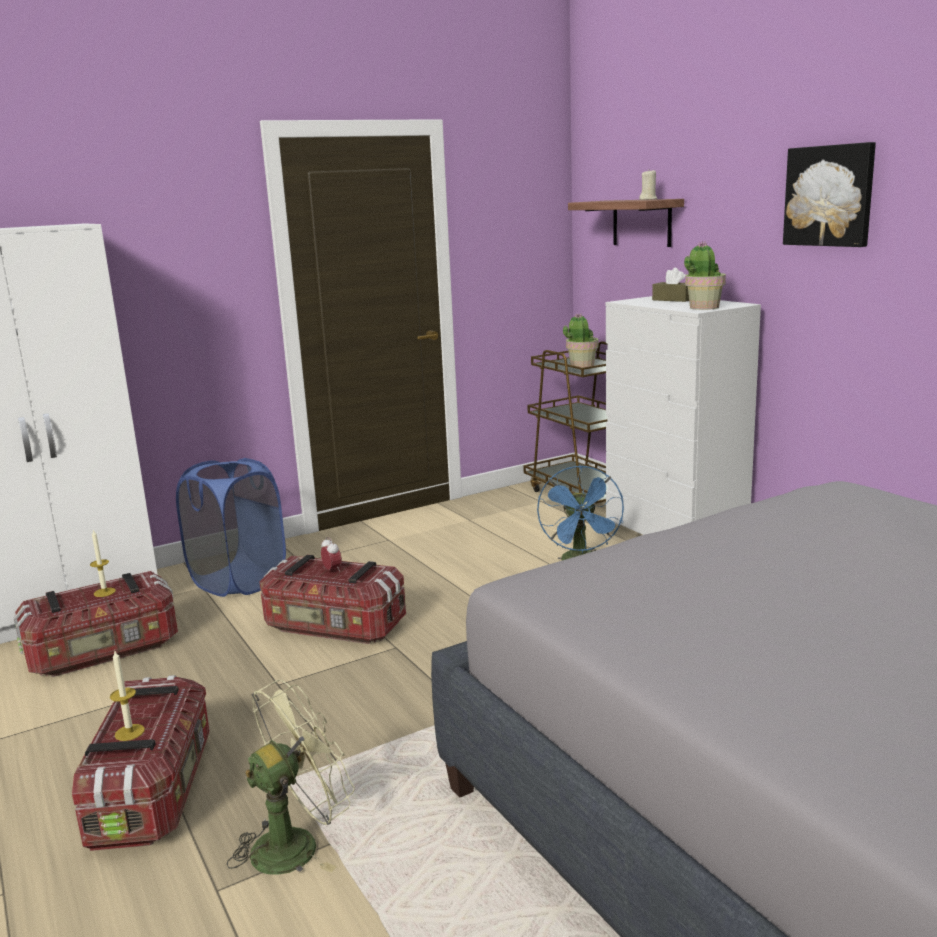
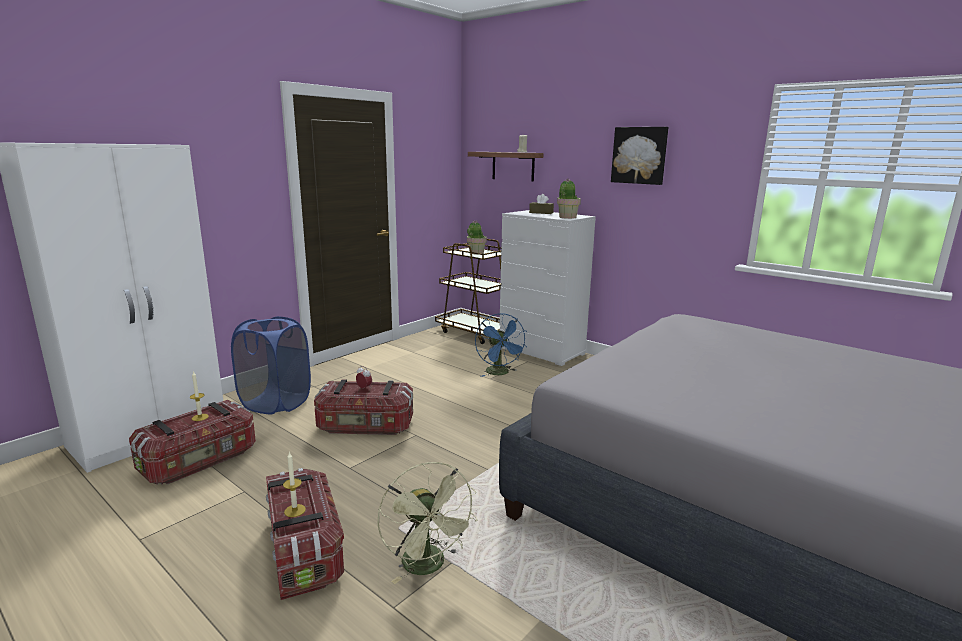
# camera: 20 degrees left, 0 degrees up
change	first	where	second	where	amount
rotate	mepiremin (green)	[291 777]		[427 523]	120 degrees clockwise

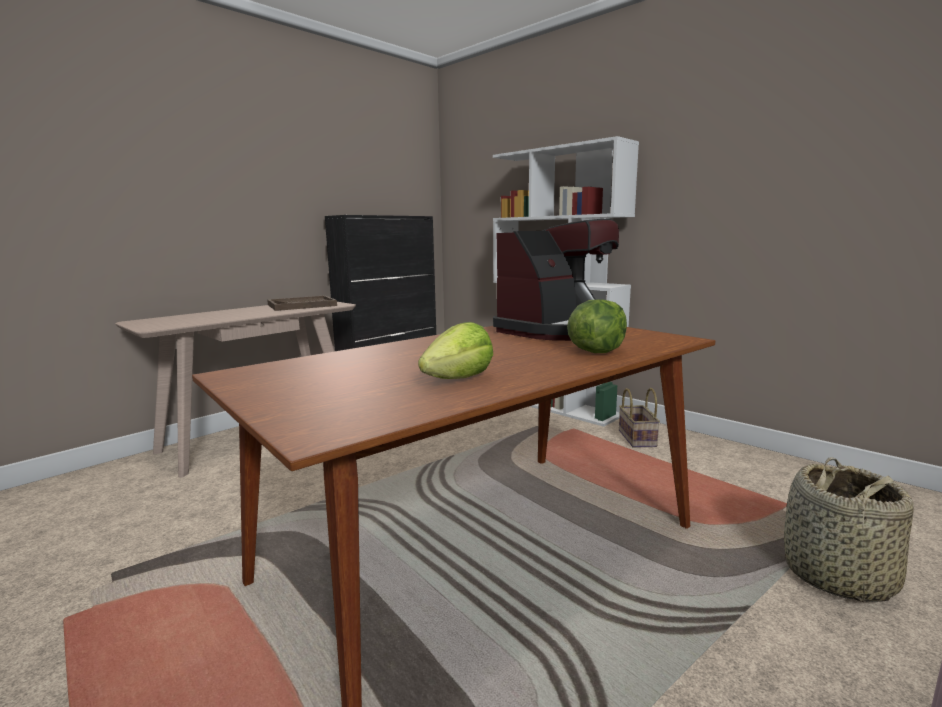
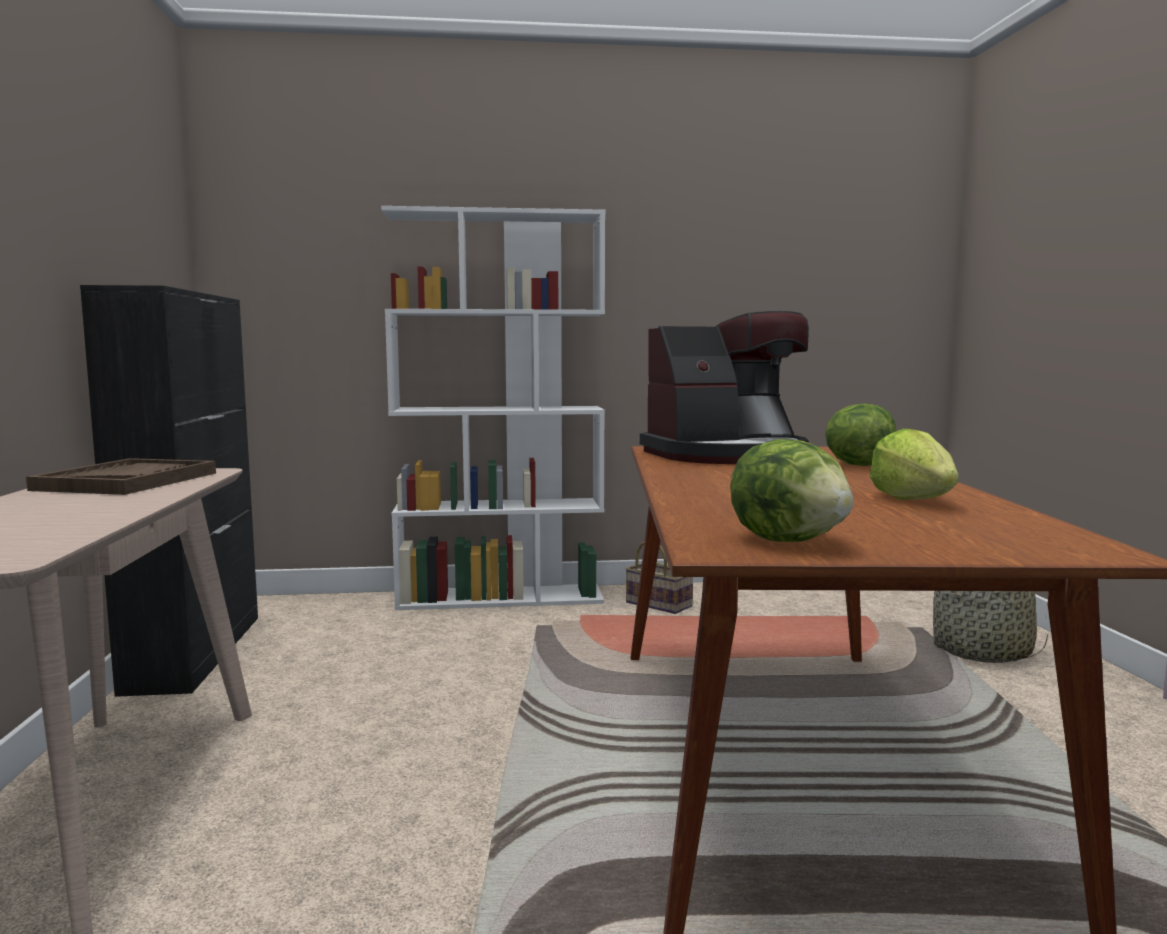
# camera: 50 degrees left, 5 degrees down
change	first	where	second	where	amount
rotate	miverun	[556 280]		[724 387]	75 degrees clockwise
insert			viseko	[791 490]	

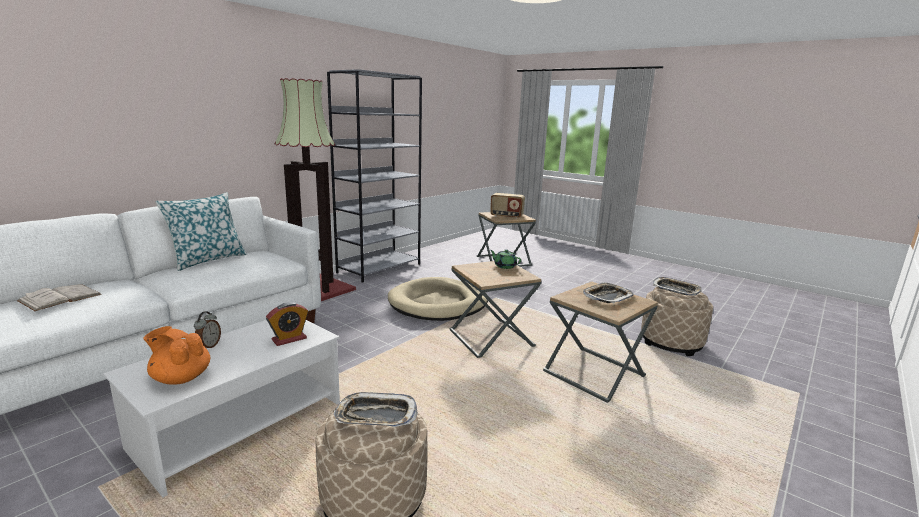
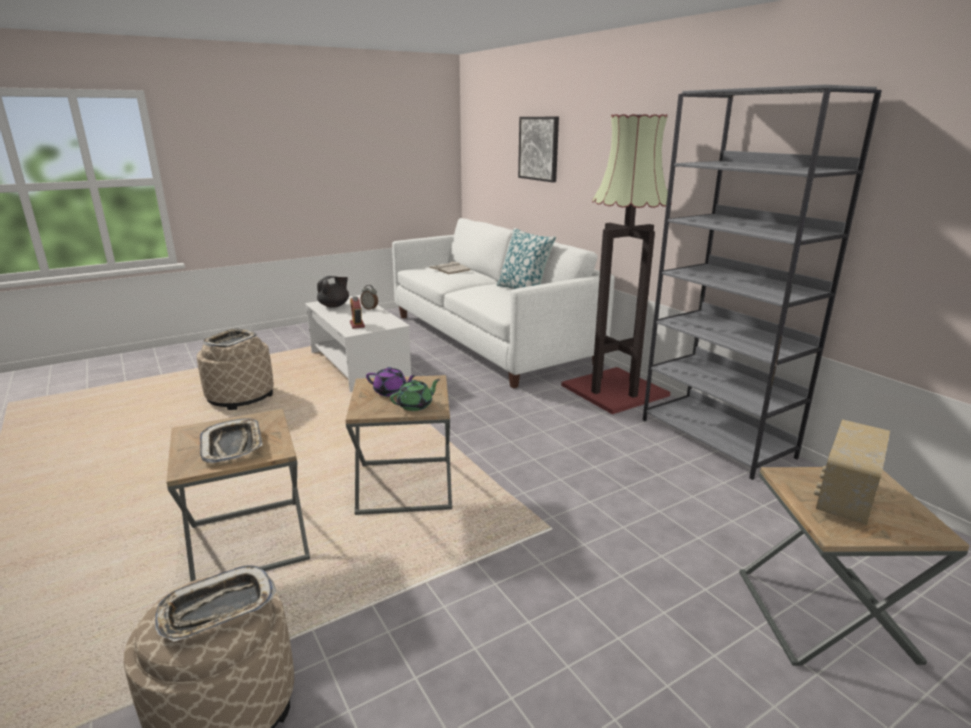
# camera: 110 degrees right, 5 degrees up
change	first	where	second	where	amount
delete	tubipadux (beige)	[438 299]			
recolor	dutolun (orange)	[176 355]	dutolun (black)	[333 292]	
insert			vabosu	[538 149]	
insert			dutolun (purple)	[391 381]	

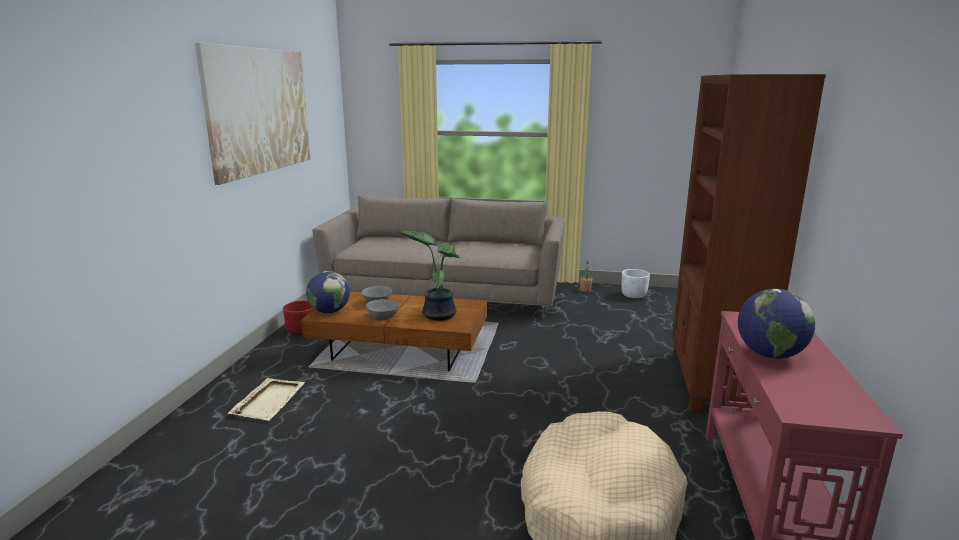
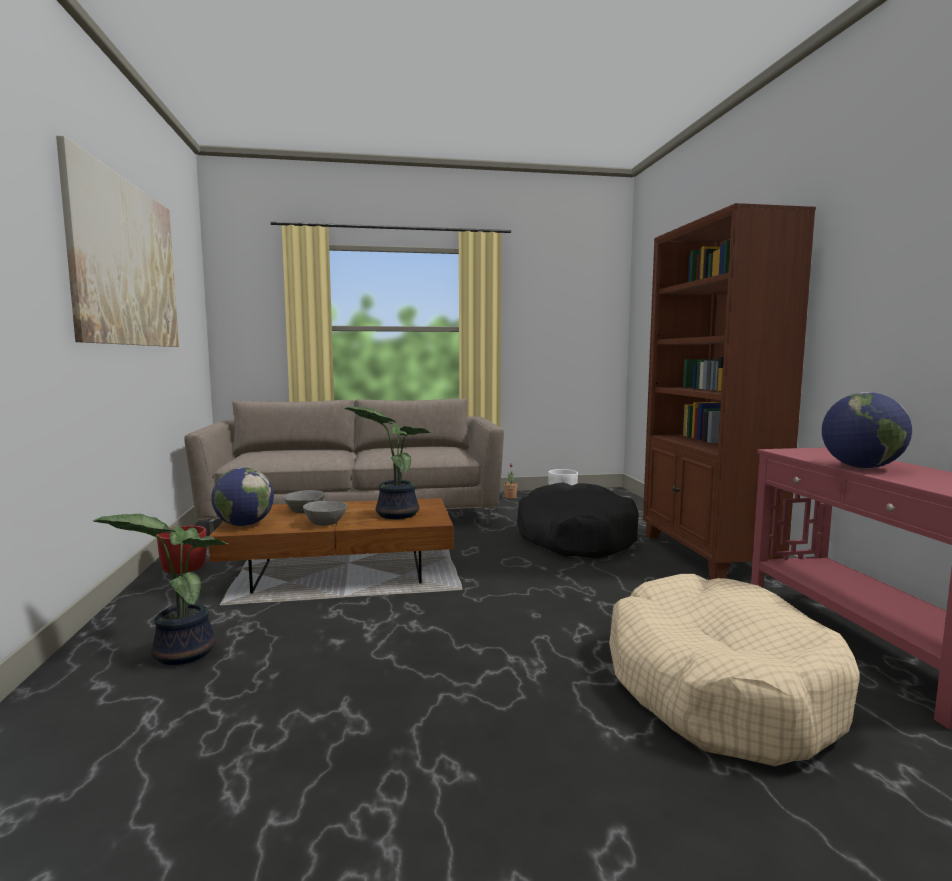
# camera: 20 degrees left, 10 degrees down
change	first	where	second	where	amount
replace	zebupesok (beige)	[266 399]	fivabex	[160 589]	
insert			tubipadux (black)	[578 520]	

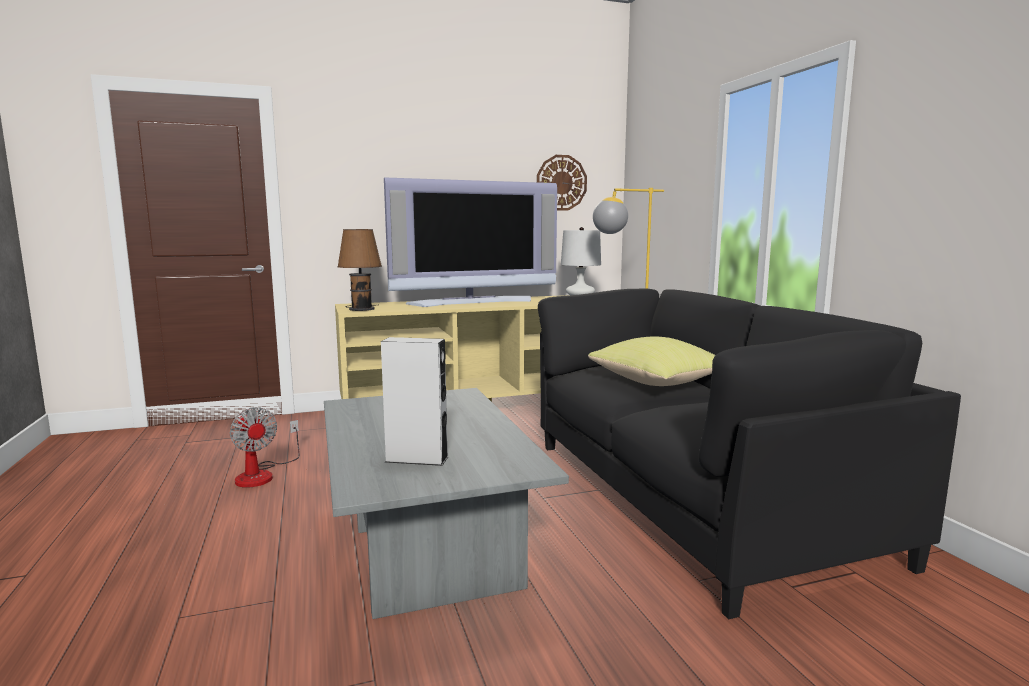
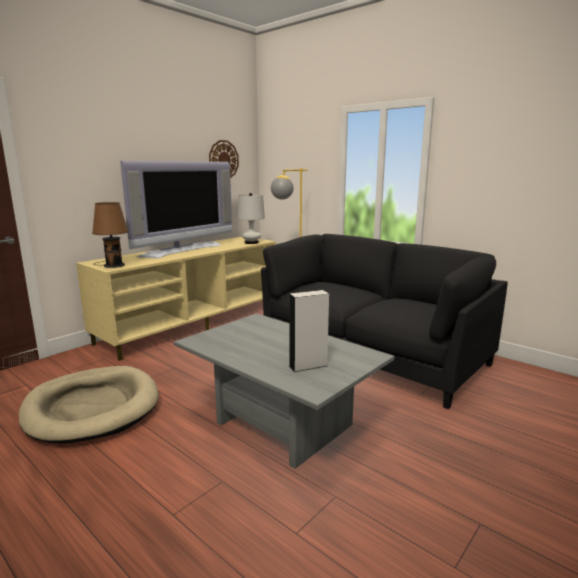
# camera: 30 degrees left, 5 degrees up
change	first	where	second	where	amount
delete	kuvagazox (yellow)	[651 361]			
replace	mepiremin	[265 447]	tubipadux (beige)	[89 405]	

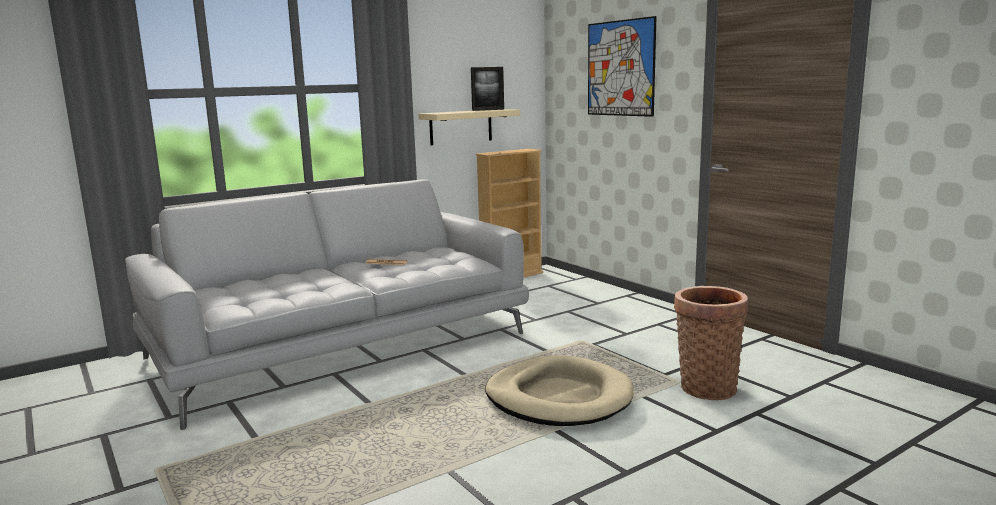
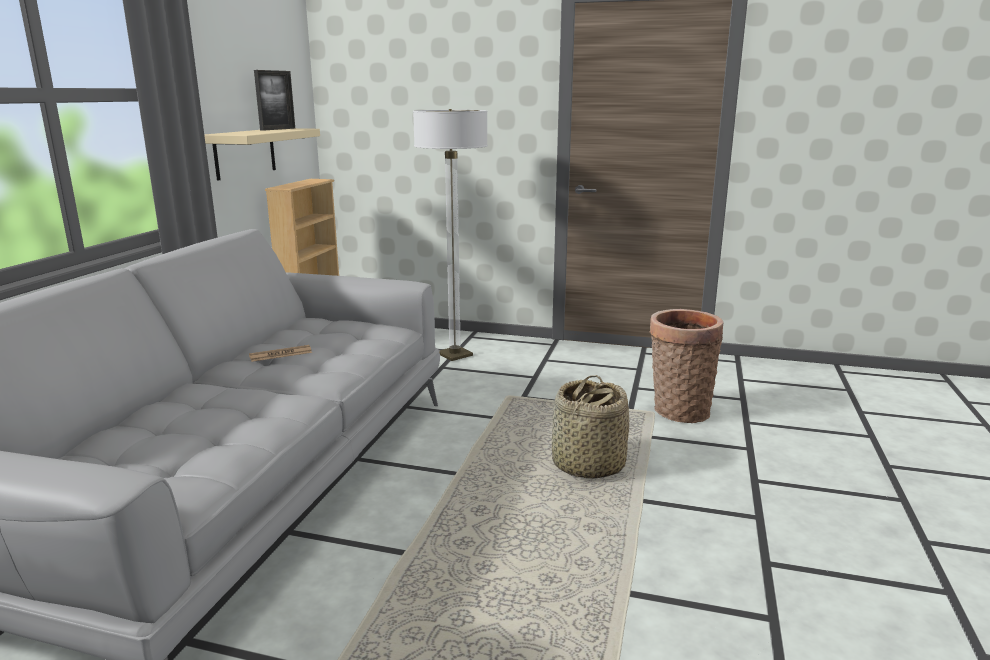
# camera: 40 degrees left, 5 degrees up
change	first	where	second	where	amount
delete	vabosu	[622 66]			
replace	tubipadux (beige)	[559 391]	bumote	[590 427]	
insert			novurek	[450 235]	

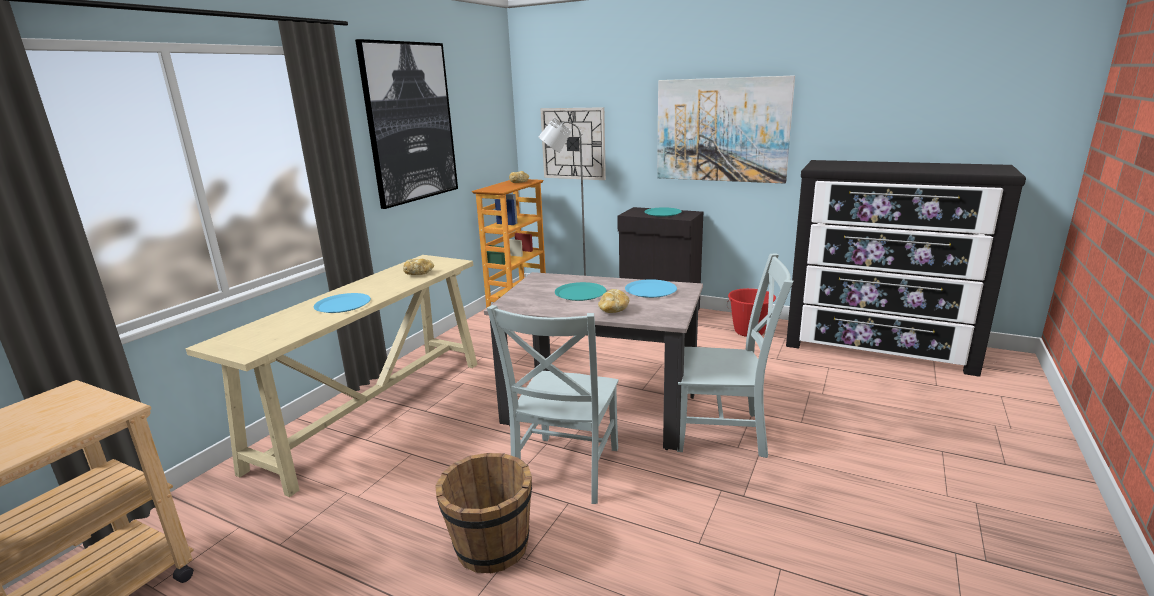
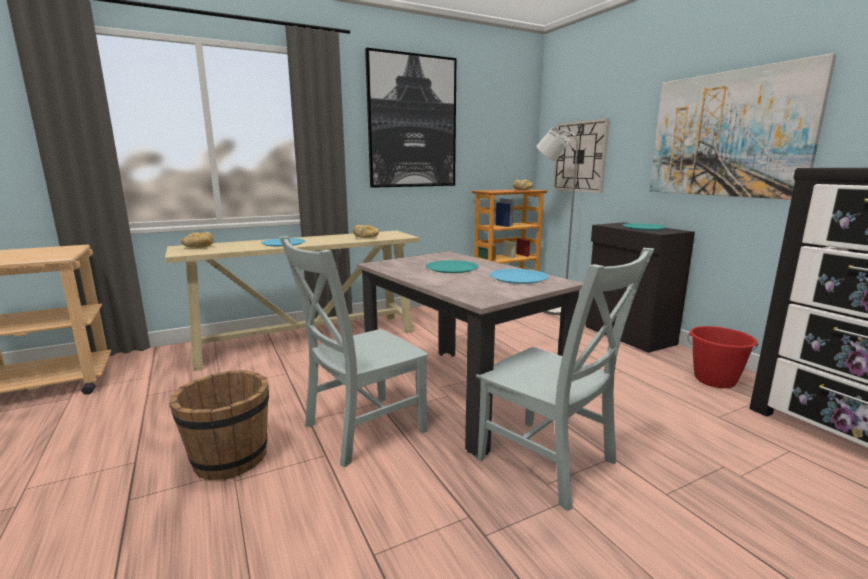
# camera: 35 degrees right, 5 degrees down
change	first	where	second	where	amount
move	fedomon	[613 301]		[197 240]	

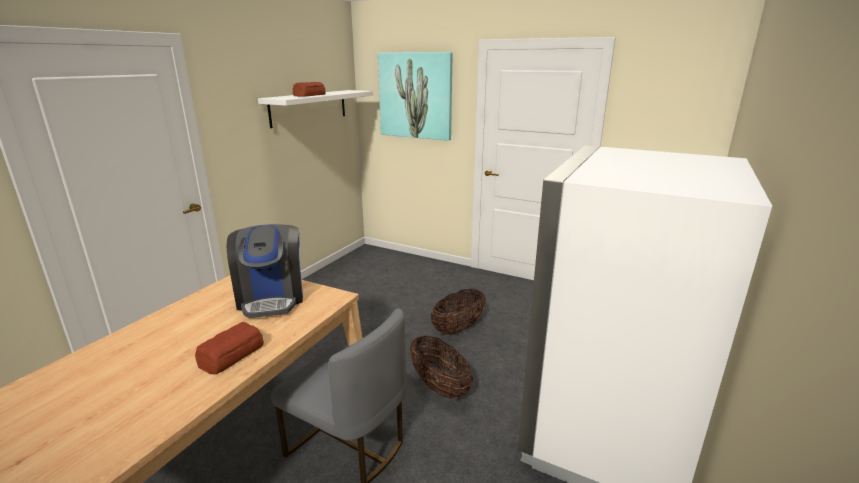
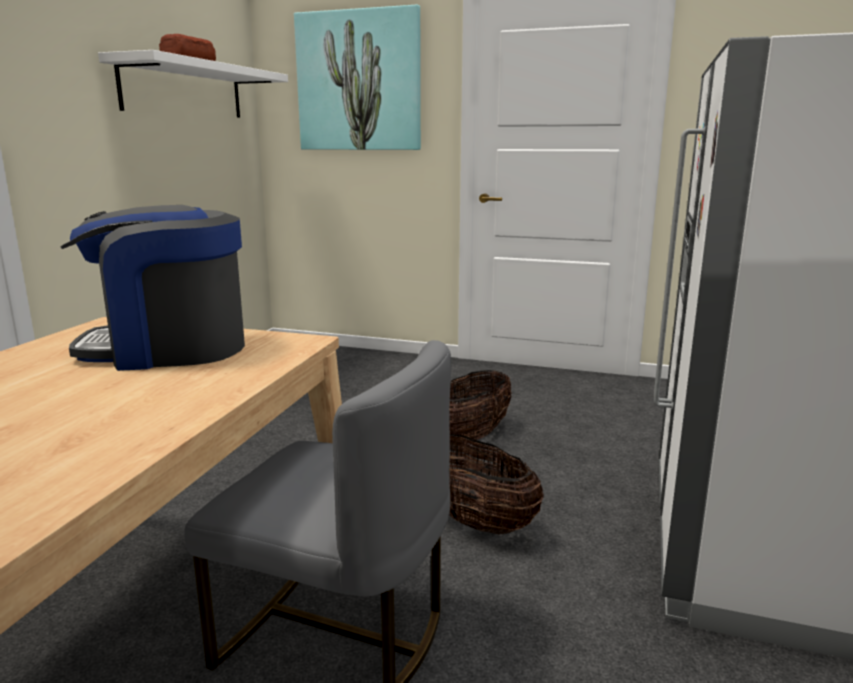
# camera: 10 degrees left, 5 degrees down
change	first	where	second	where	amount
rotate	miverun	[265 271]		[153 288]	105 degrees clockwise
delete	fedomon	[229 348]			

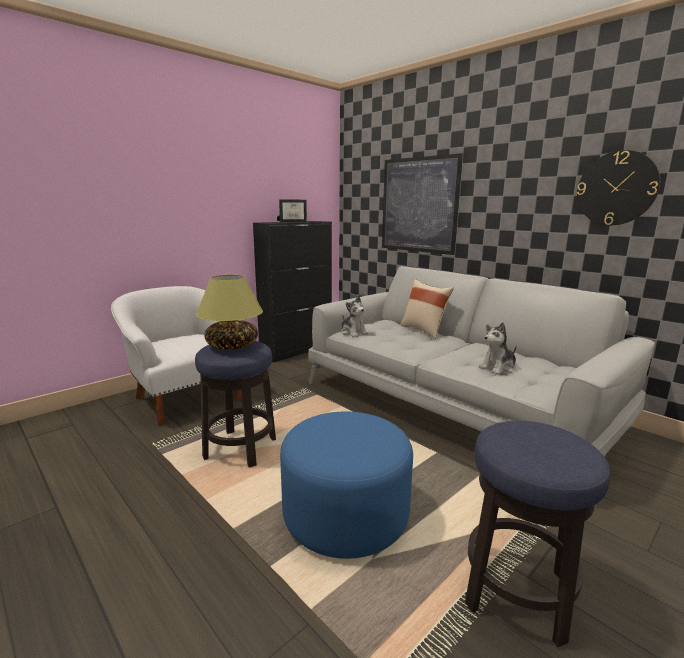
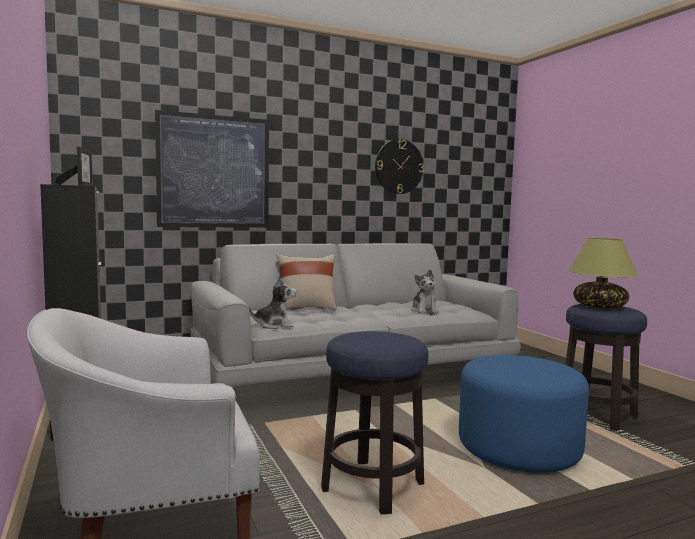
# camera: 70 degrees left, 10 degrees down
change	first	where	second	where	amount
move	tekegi	[229 312]		[603 273]	

